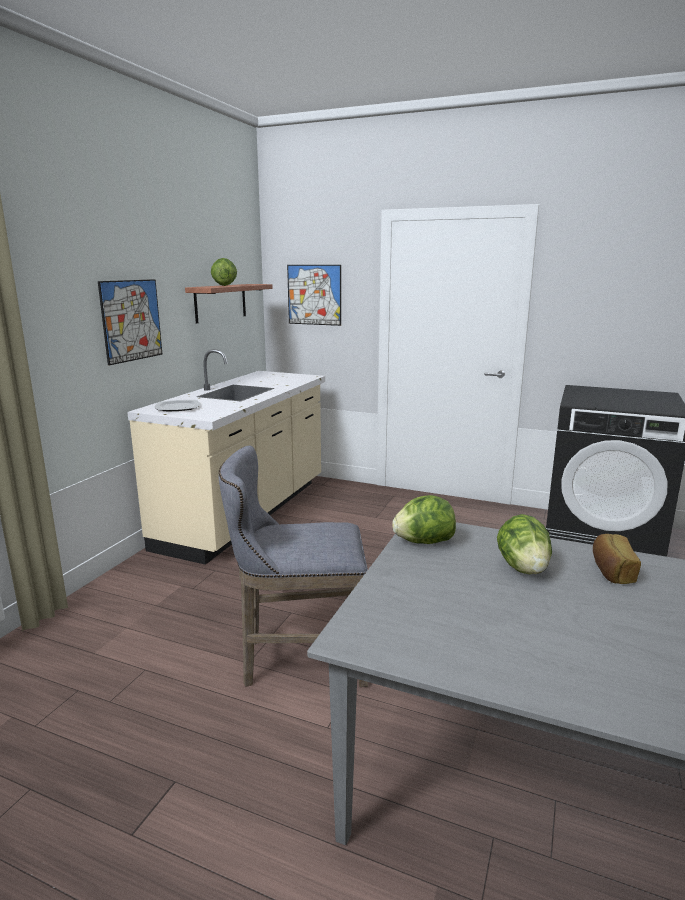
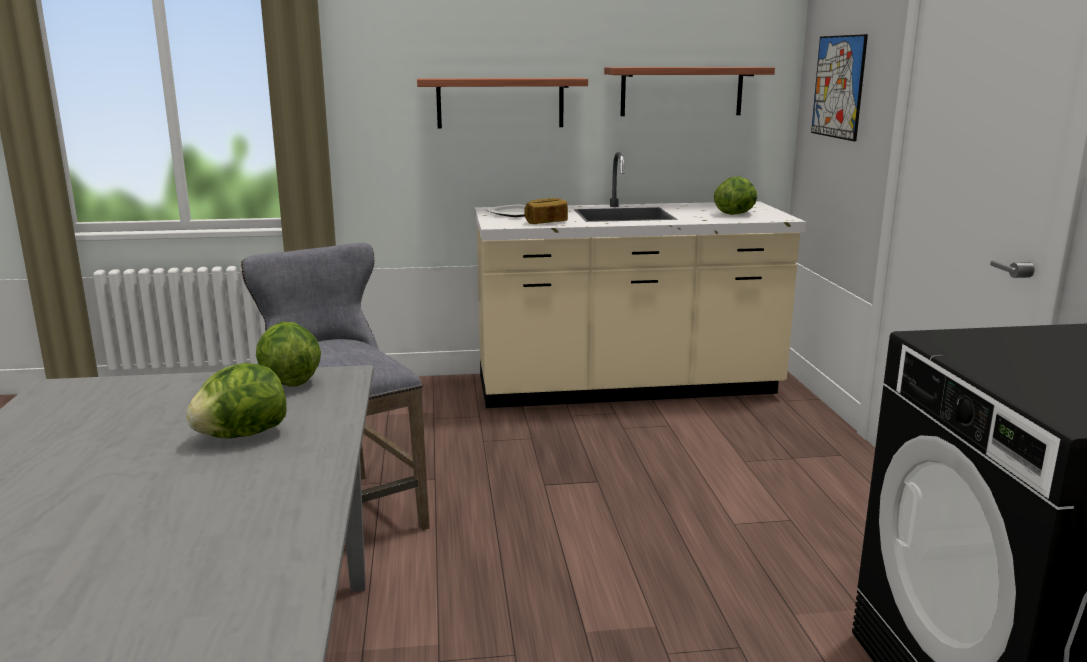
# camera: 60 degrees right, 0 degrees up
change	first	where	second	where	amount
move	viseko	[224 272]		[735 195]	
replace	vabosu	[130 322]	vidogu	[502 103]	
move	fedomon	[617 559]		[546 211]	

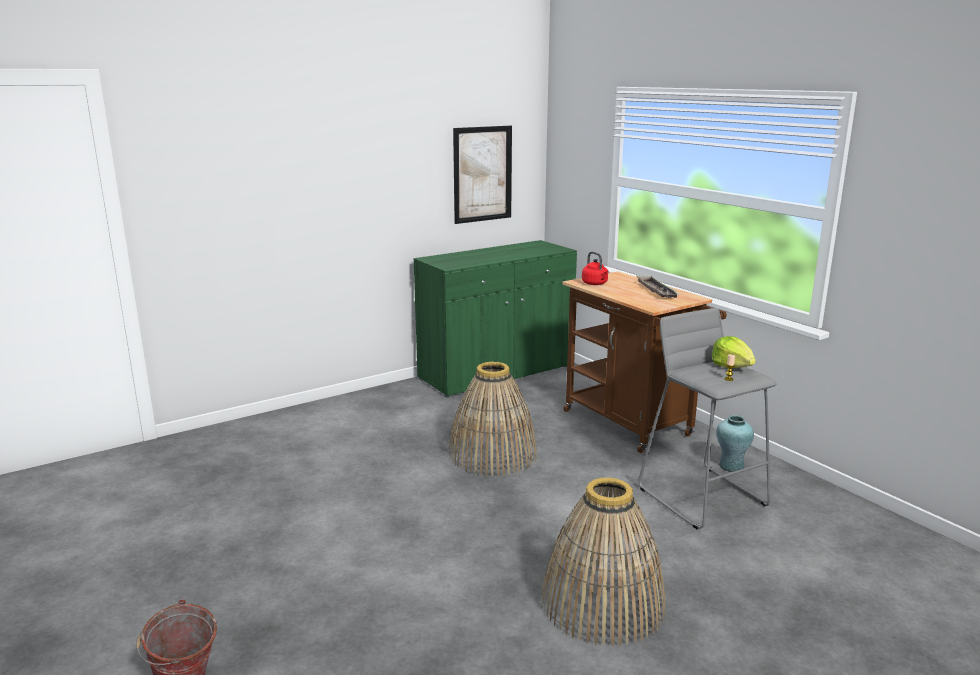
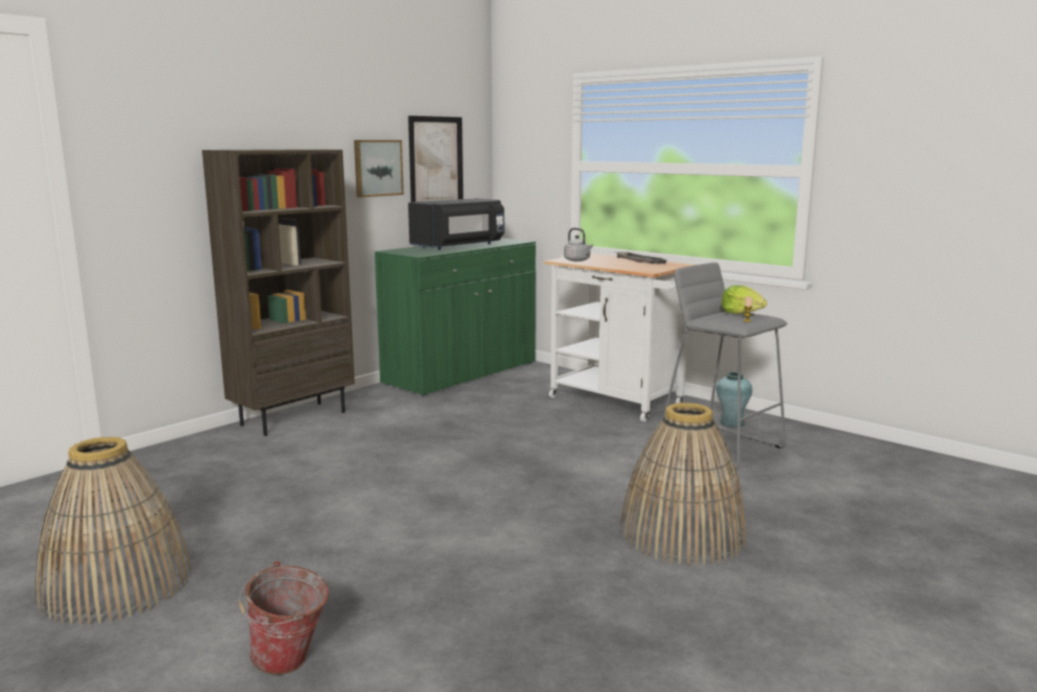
# camera: 15 degrees left, 5 degrees down
change	first	where	second	where	amount
recolor	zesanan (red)	[595 268]	zesanan (grey)	[578 244]	
recolor	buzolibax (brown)	[644 362]	buzolibax (white)	[619 337]	
move	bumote	[493 419]		[113 531]	
insert			vabosu	[379 168]	
insert			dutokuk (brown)	[278 292]	
insert			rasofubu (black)	[456 224]	

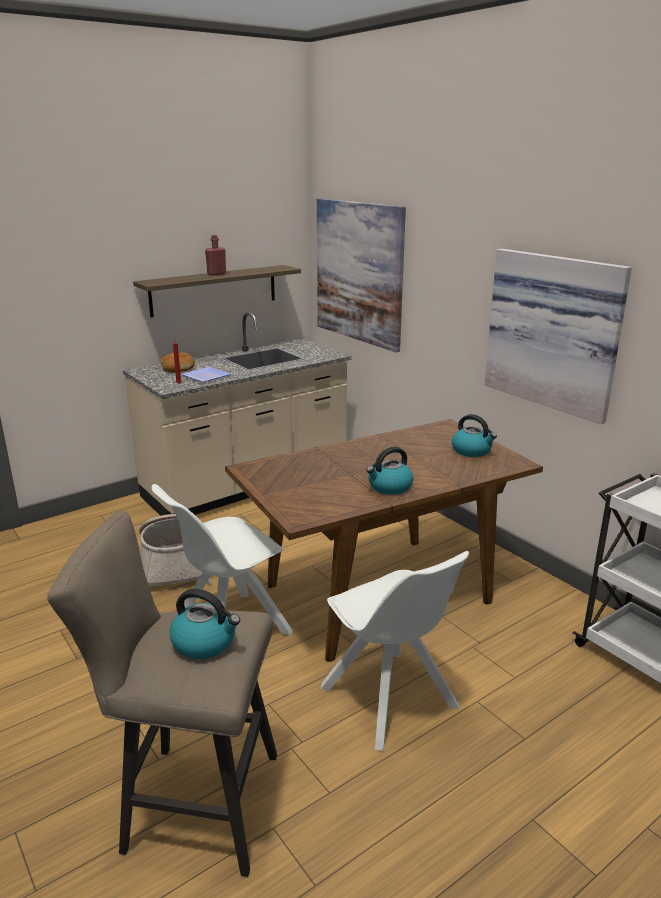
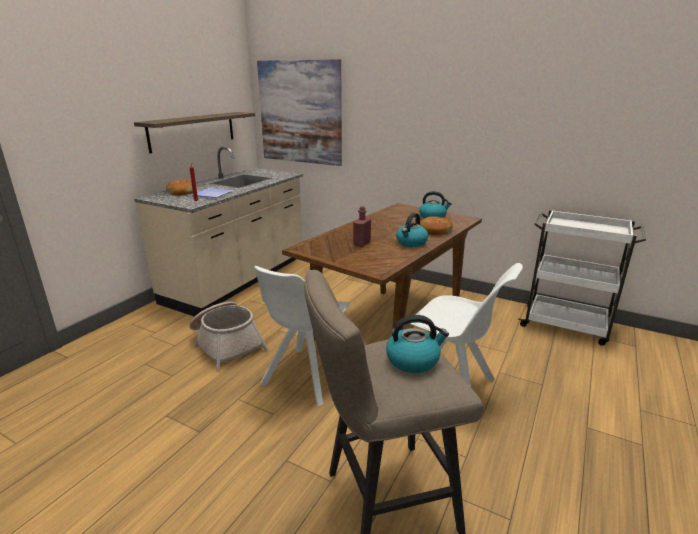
# camera: 25 degrees left, 0 degrees up
change	first	where	second	where	amount
move	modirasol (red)	[215 255]		[362 226]	
delete	vabosu	[558 336]			
insert			fedomon	[436 225]	

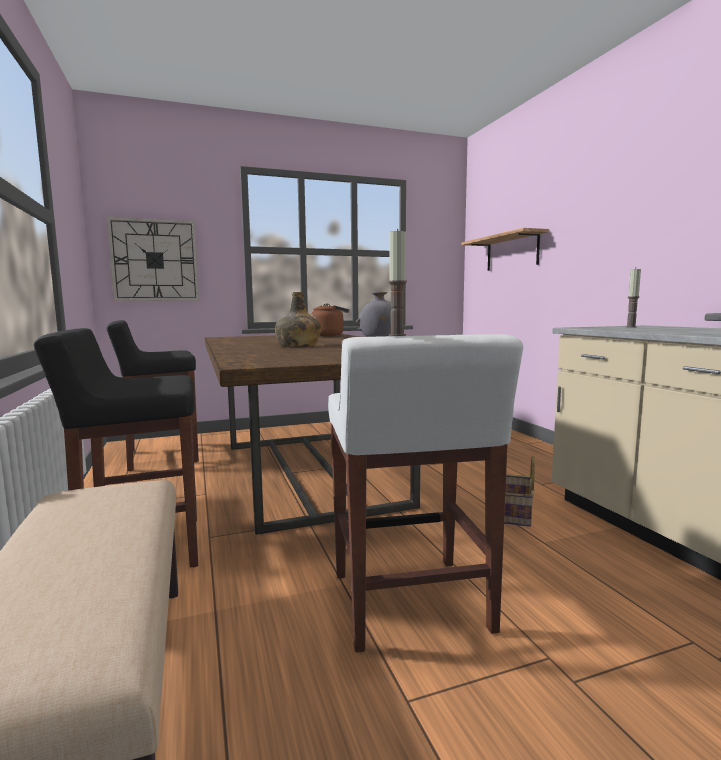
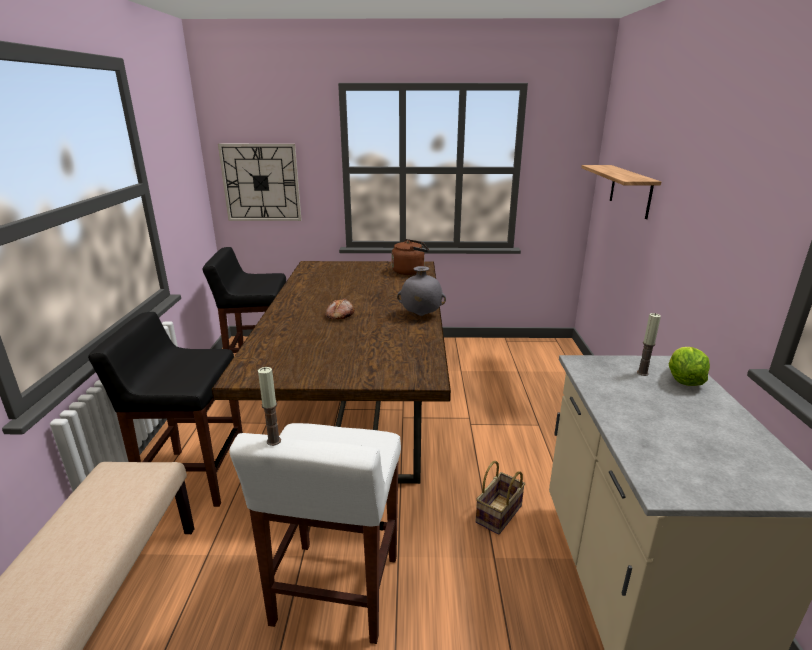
# camera: 20 degrees right, 15 degrees up
change	first	where	second	where	amount
replace	modirasol (green)	[298 320]	fedomon	[339 308]	
insert			viseko	[689 366]	

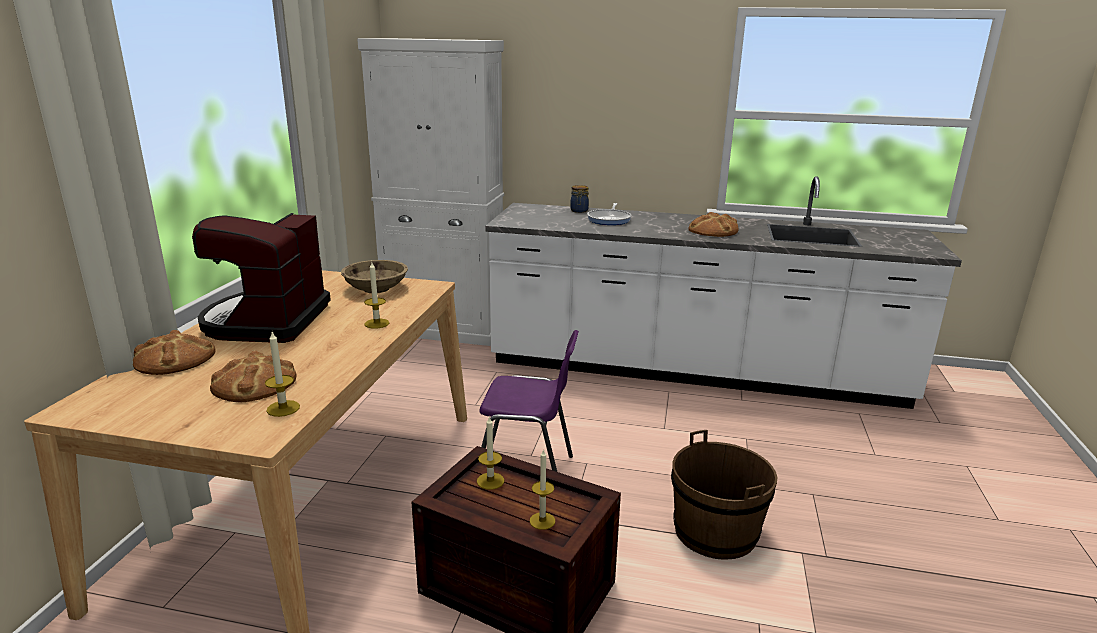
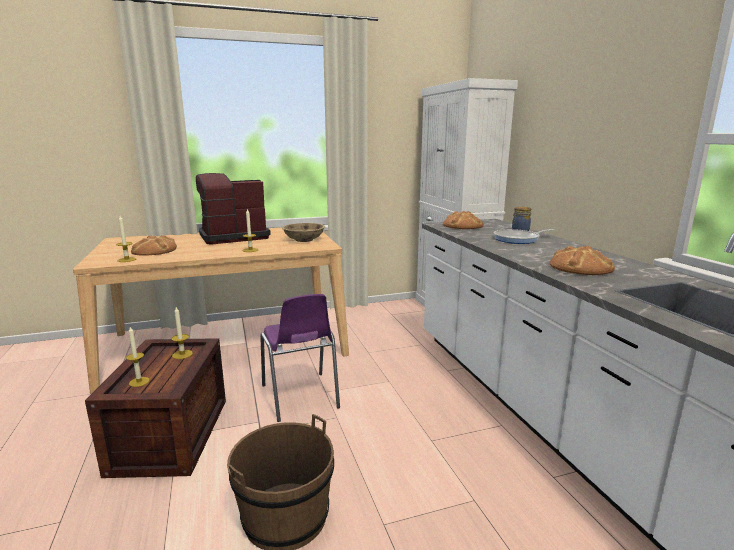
# camera: 60 degrees right, 5 degrees down
change	first	where	second	where	amount
move	fedomon	[174 352]		[463 220]	

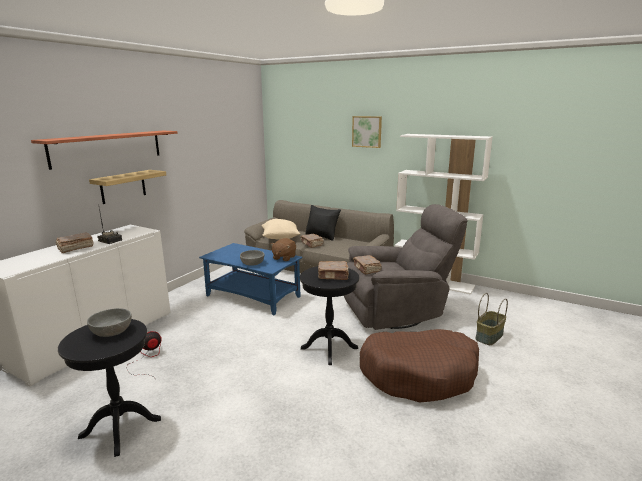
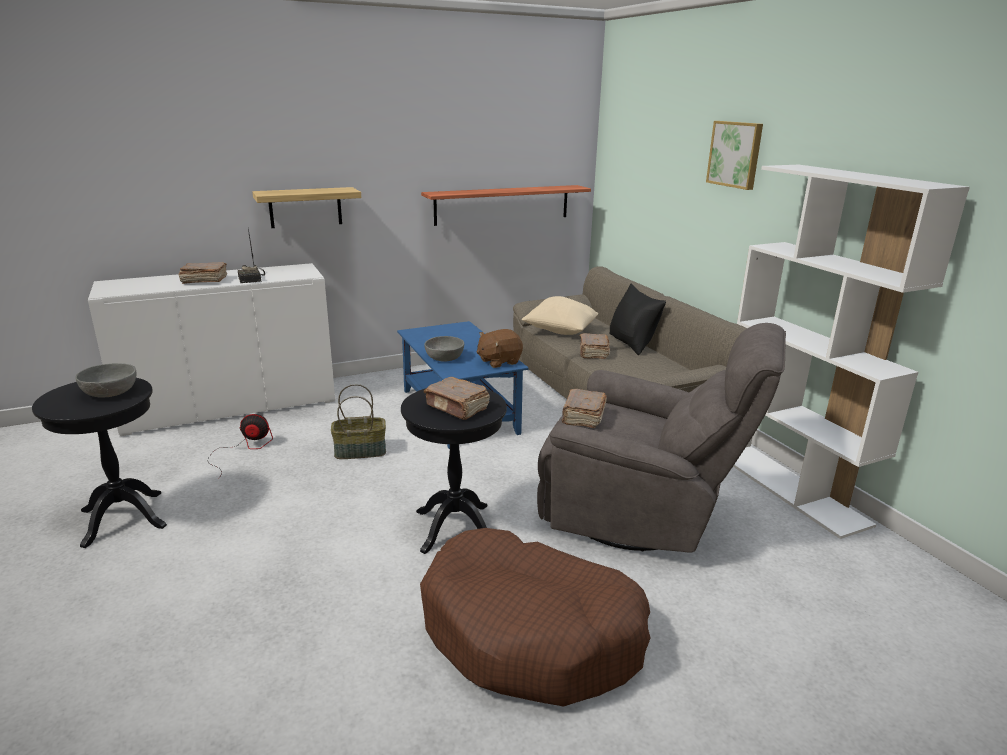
# camera: 35 degrees right, 5 degrees up
change	first	where	second	where	amount
move	vidogu	[104 150]		[506 205]	
move	bumote	[492 319]		[358 421]	

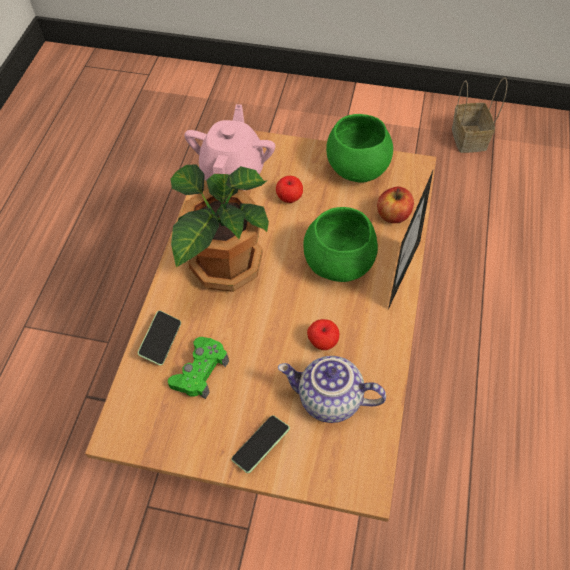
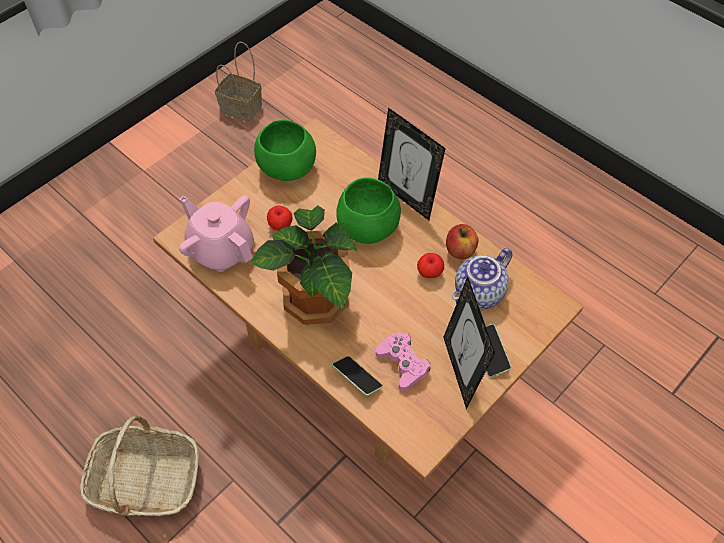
# camera: 60 degrees left, 0 degrees up
change	first	where	second	where	amount
move	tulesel	[395 205]		[462 241]	
recolor	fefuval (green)	[198 368]	fefuval (pink)	[403 362]	
insert			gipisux	[469 342]	
insert			bumote	[139 466]	

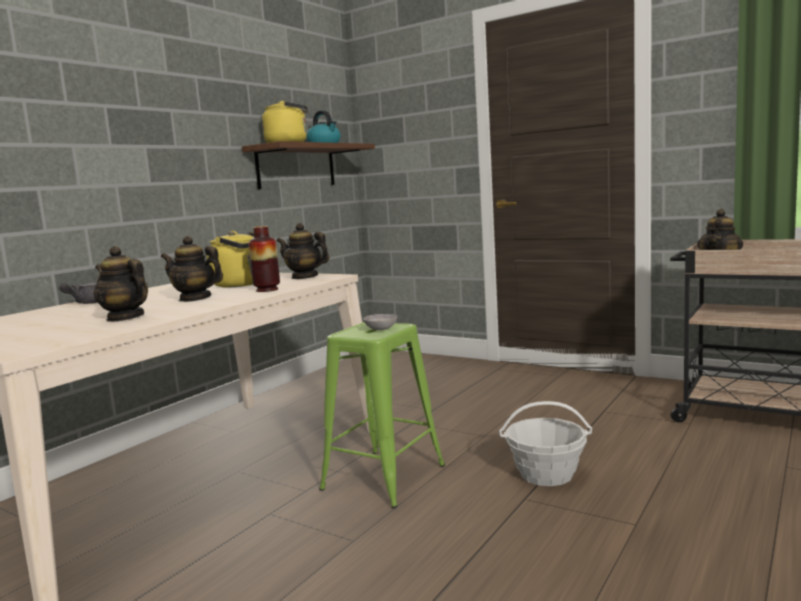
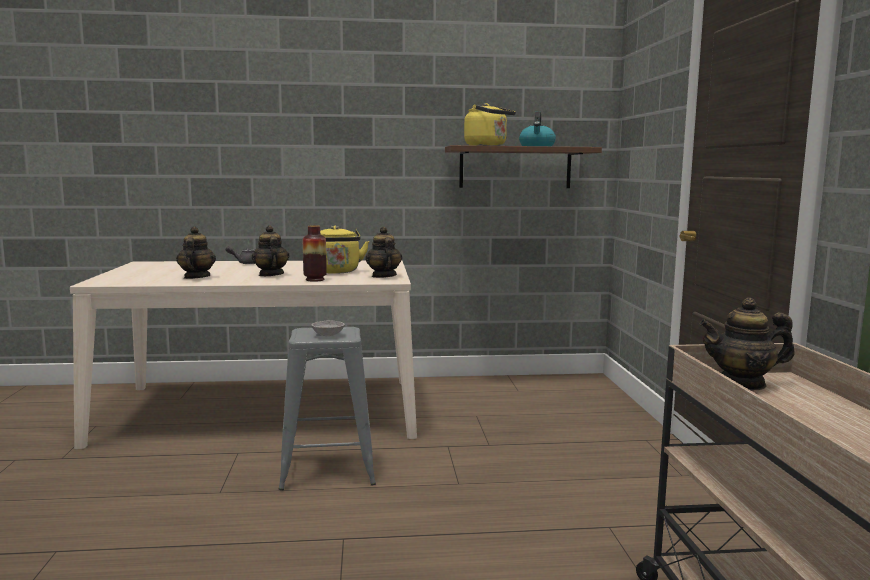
# camera: 50 degrees right, 0 degrees up
change	first	where	second	where	amount
recolor	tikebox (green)	[382 415]	tikebox (grey)	[327 408]	
delete	bumote	[545 443]			

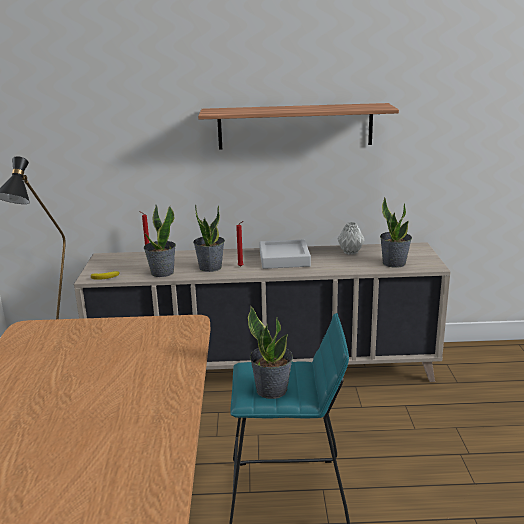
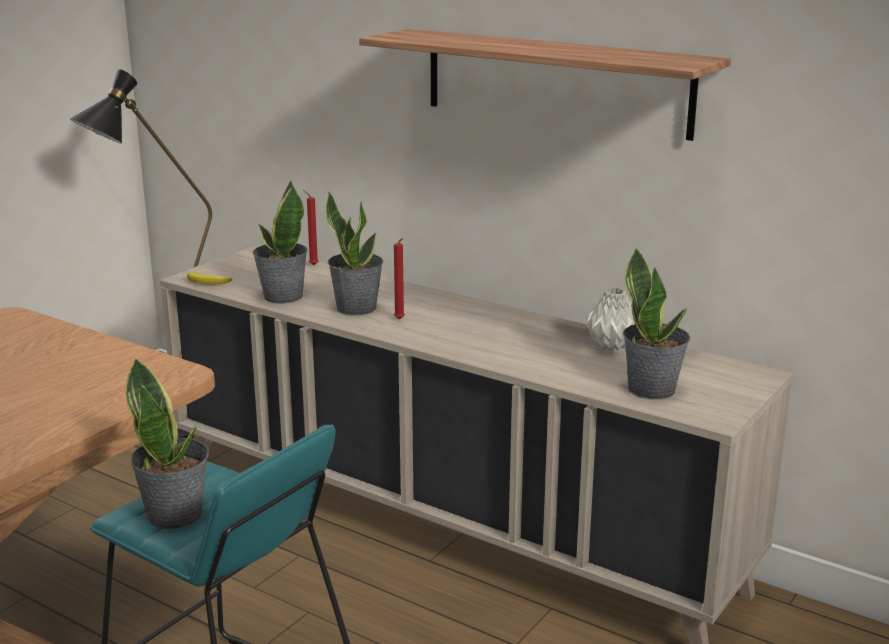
# camera: 35 degrees right, 0 degrees up
change	first	where	second	where	amount
delete	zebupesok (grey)	[285 254]			

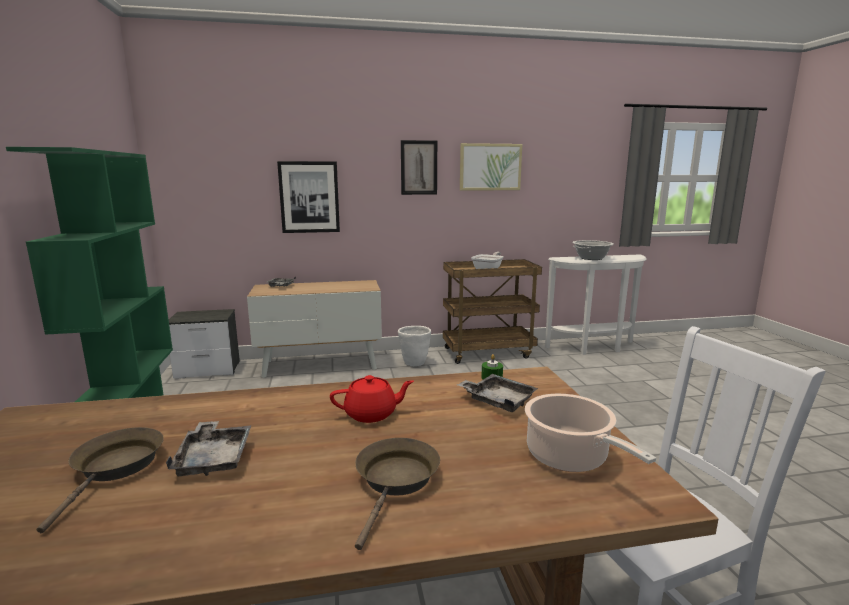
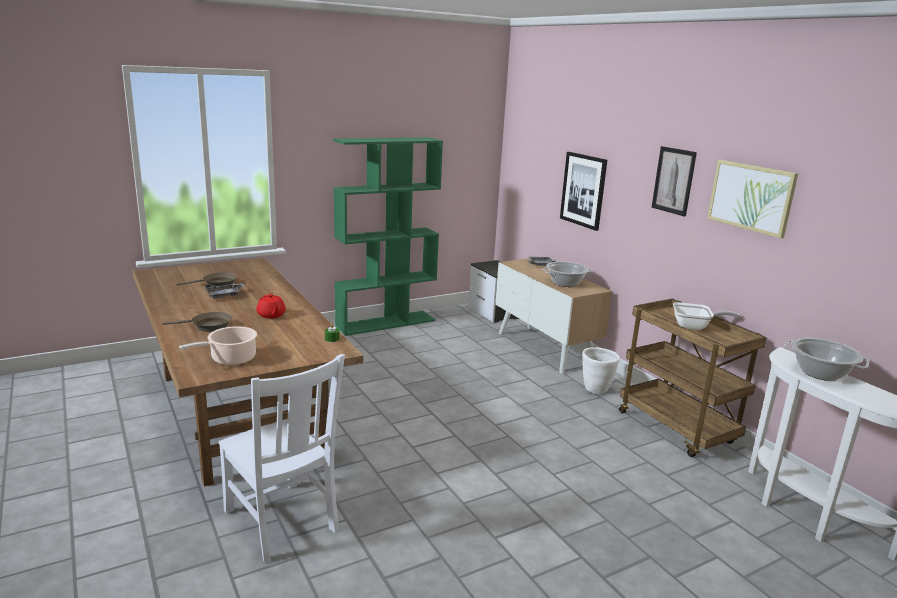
# camera: 70 degrees right, 5 degrees up
change	first	where	second	where	amount
delete	zebupesok (grey)	[497 393]			
insert			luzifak	[567 274]	

